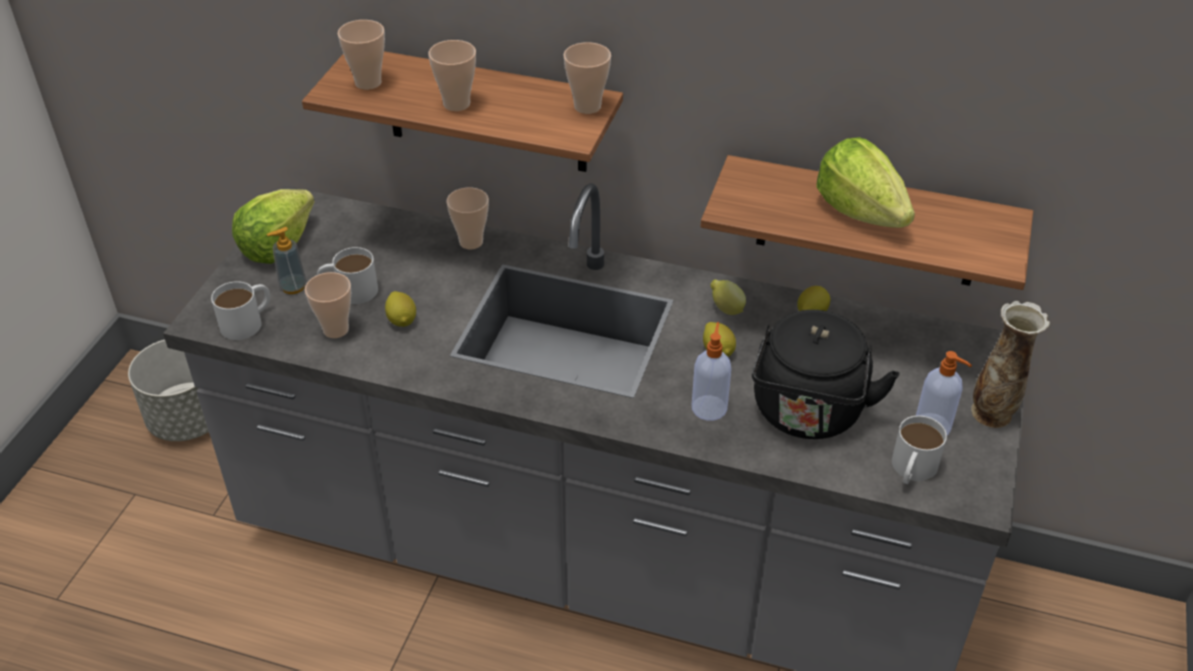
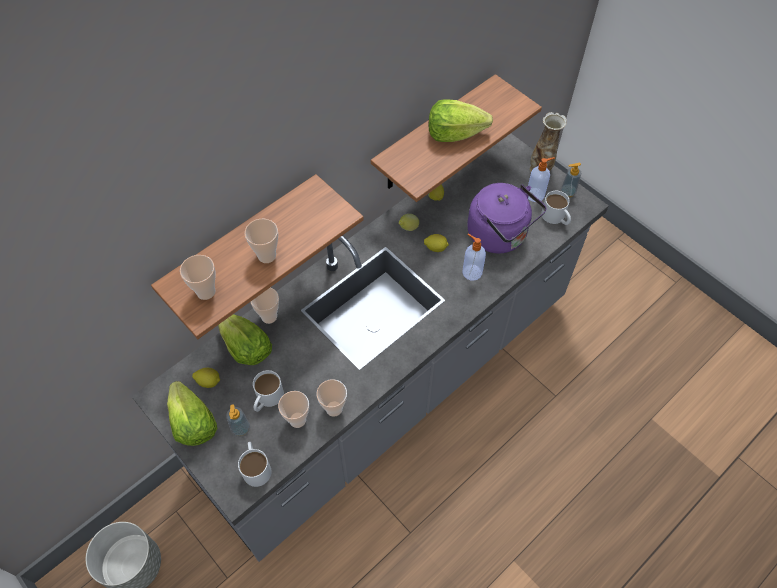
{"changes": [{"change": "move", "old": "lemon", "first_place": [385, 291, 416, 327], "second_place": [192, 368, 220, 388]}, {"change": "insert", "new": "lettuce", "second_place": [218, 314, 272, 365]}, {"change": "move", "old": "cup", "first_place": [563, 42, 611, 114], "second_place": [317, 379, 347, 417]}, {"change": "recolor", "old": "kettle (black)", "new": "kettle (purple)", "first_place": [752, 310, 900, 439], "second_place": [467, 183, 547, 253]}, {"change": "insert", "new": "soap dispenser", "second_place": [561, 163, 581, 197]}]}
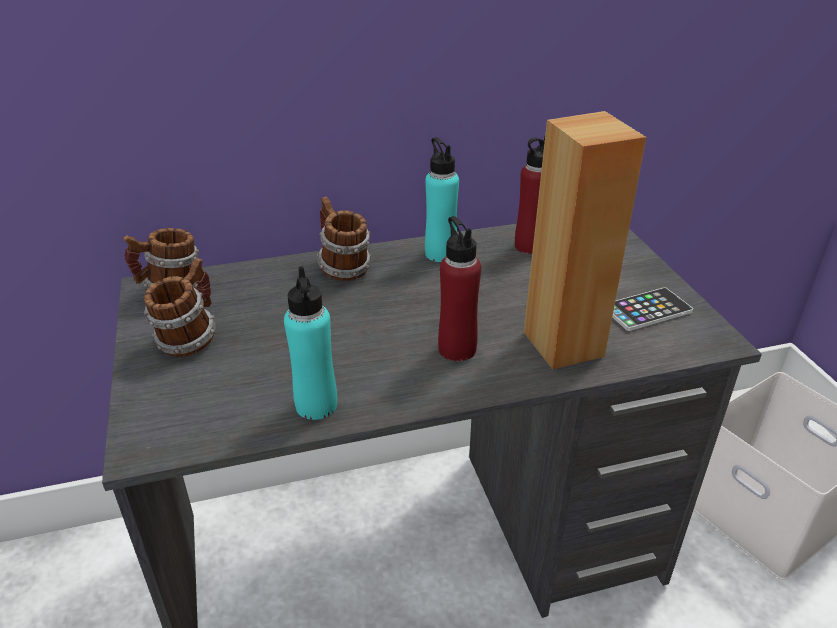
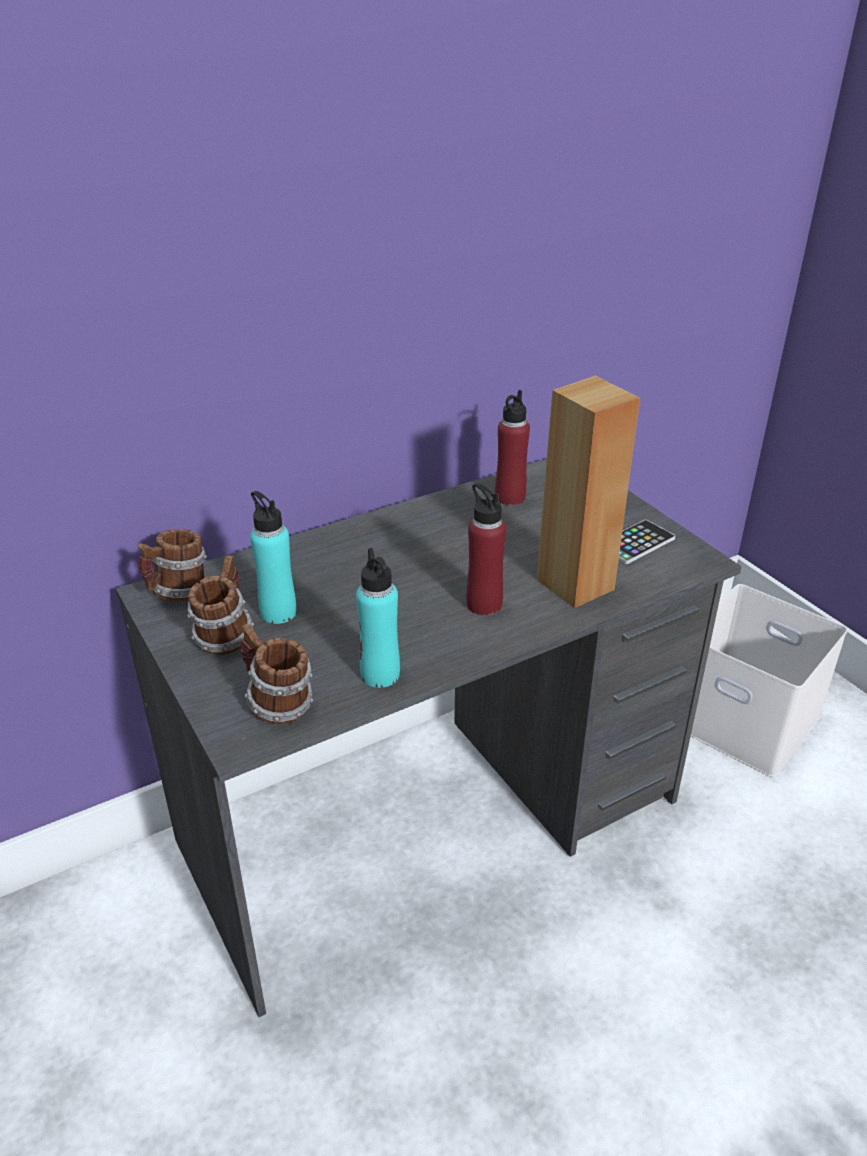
{"changes": [{"change": "move", "old": "mug", "first_place": [317, 197, 371, 281], "second_place": [240, 624, 313, 724]}, {"change": "move", "old": "bottle (turquoise)", "first_place": [425, 137, 459, 262], "second_place": [250, 491, 296, 624]}]}
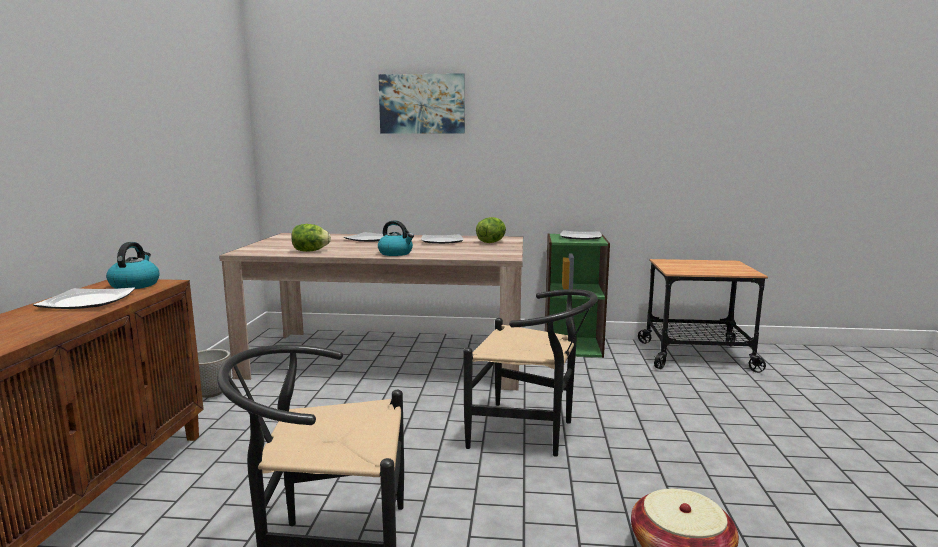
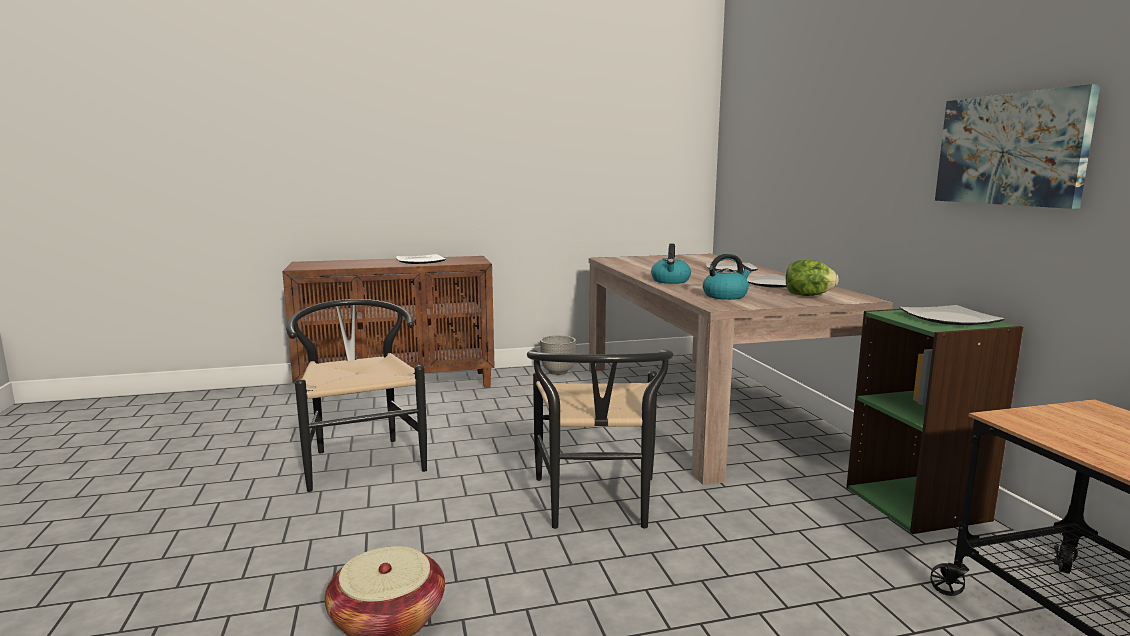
{"changes": [{"change": "move", "old": "kettle", "first_place": [106, 242, 160, 289], "second_place": [703, 254, 752, 300]}, {"change": "move", "old": "picture", "first_place": [378, 73, 465, 134], "second_place": [935, 84, 1100, 209]}, {"change": "delete", "old": "lettuce", "first_place": [292, 224, 331, 252]}]}
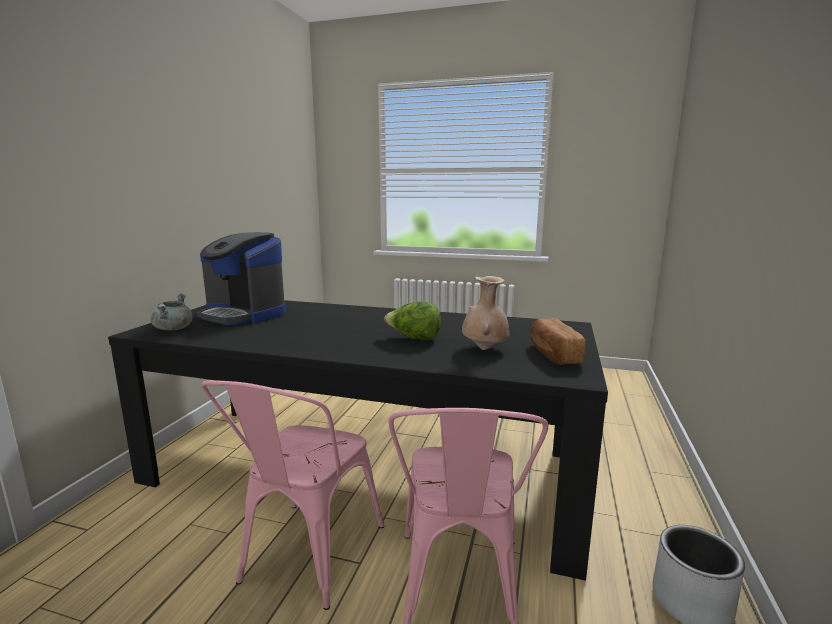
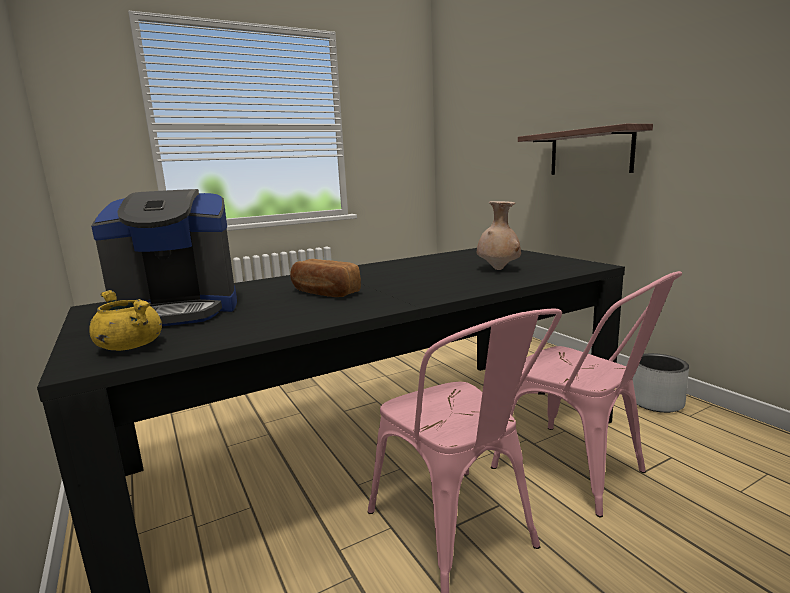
{"changes": [{"change": "recolor", "old": "cooking pot (grey)", "new": "cooking pot (yellow)", "first_place": [151, 293, 193, 330], "second_place": [90, 290, 162, 351]}, {"change": "move", "old": "bread", "first_place": [530, 318, 586, 365], "second_place": [290, 259, 361, 297]}, {"change": "insert", "new": "shelf", "second_place": [518, 124, 653, 175]}, {"change": "delete", "old": "lettuce", "first_place": [384, 301, 441, 340]}]}
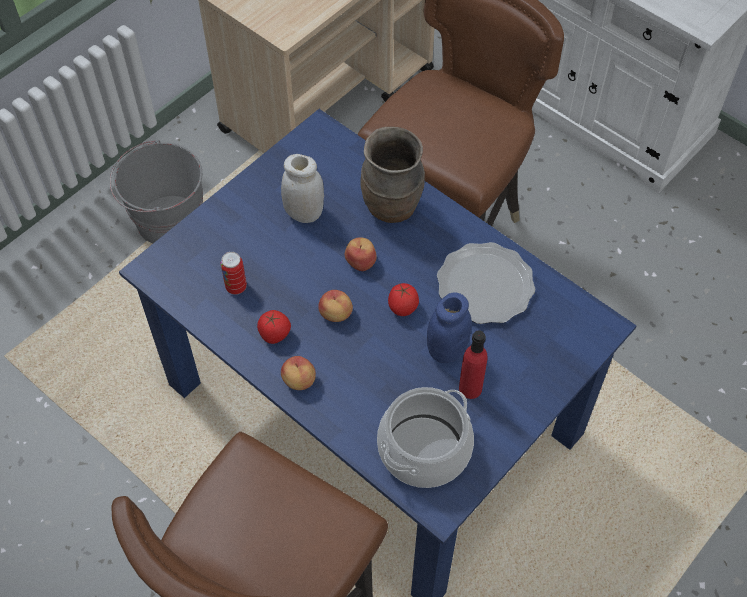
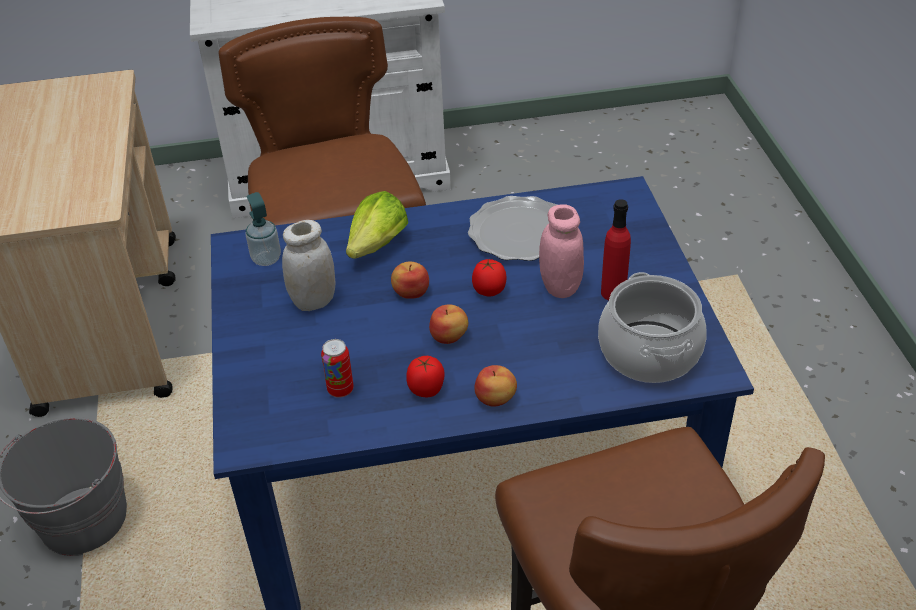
{"changes": [{"change": "insert", "new": "soap dispenser", "second_place": [245, 192, 281, 266]}, {"change": "replace", "old": "vase (brown)", "new": "lettuce", "first_place": [361, 127, 425, 223], "second_place": [346, 191, 408, 259]}, {"change": "recolor", "old": "jar (blue)", "new": "jar (pink)", "first_place": [427, 292, 472, 363], "second_place": [539, 204, 584, 298]}]}
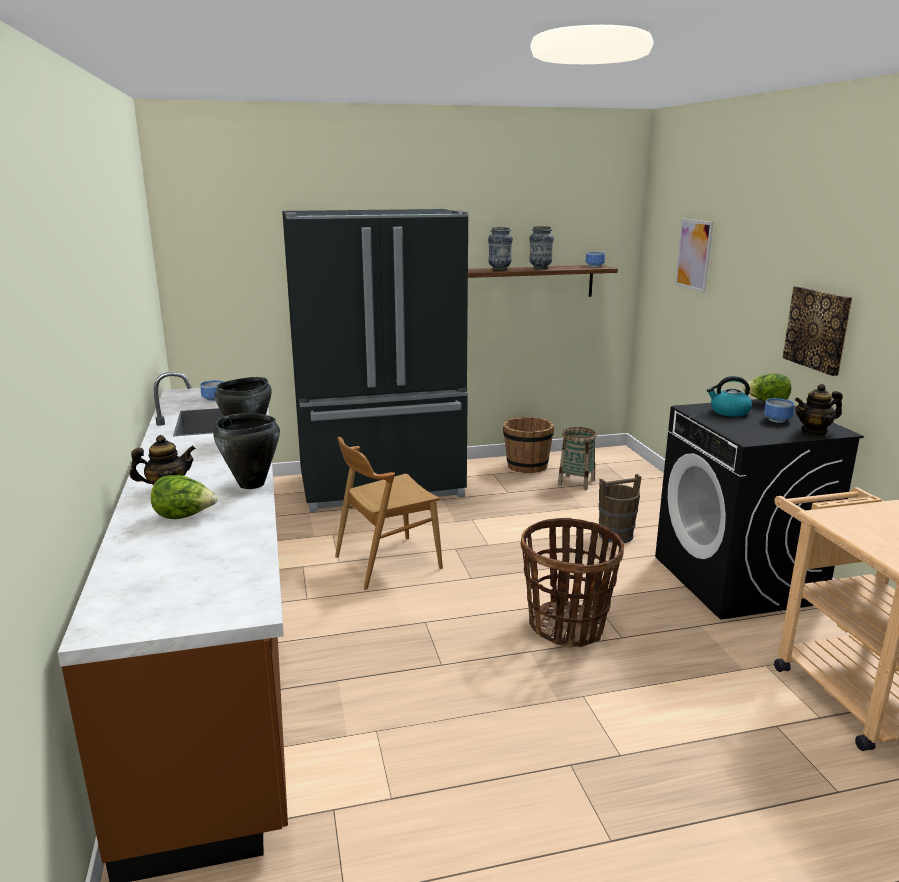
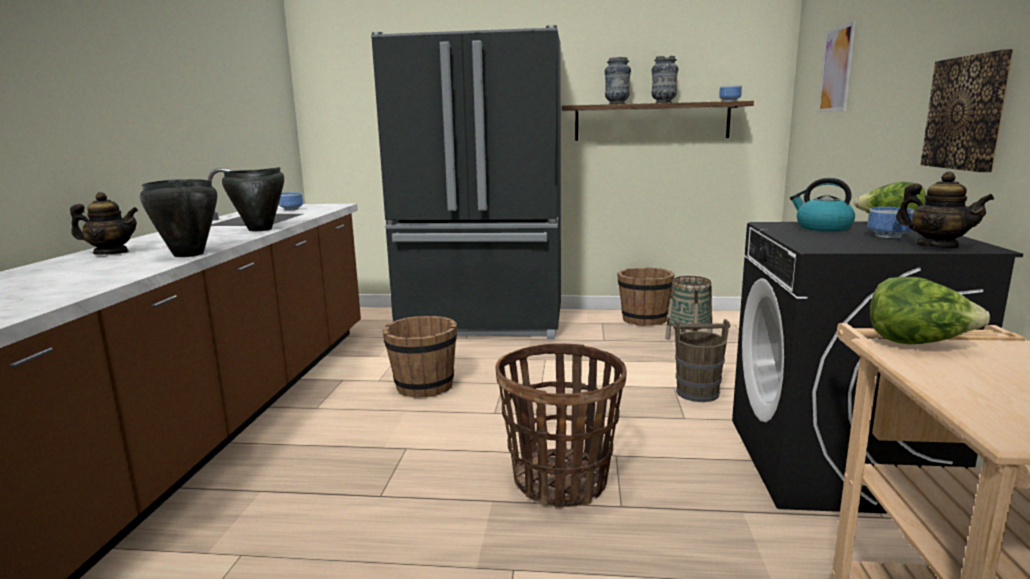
{"changes": [{"change": "replace", "old": "chair (brown)", "new": "bucket (brown)", "first_place": [335, 437, 443, 590], "second_place": [382, 316, 457, 398]}, {"change": "move", "old": "lettuce", "first_place": [151, 475, 218, 519], "second_place": [870, 277, 990, 345]}, {"change": "rotate", "old": "teapot", "first_place": [795, 384, 843, 436], "second_place": [896, 172, 994, 249], "degrees": -135}]}
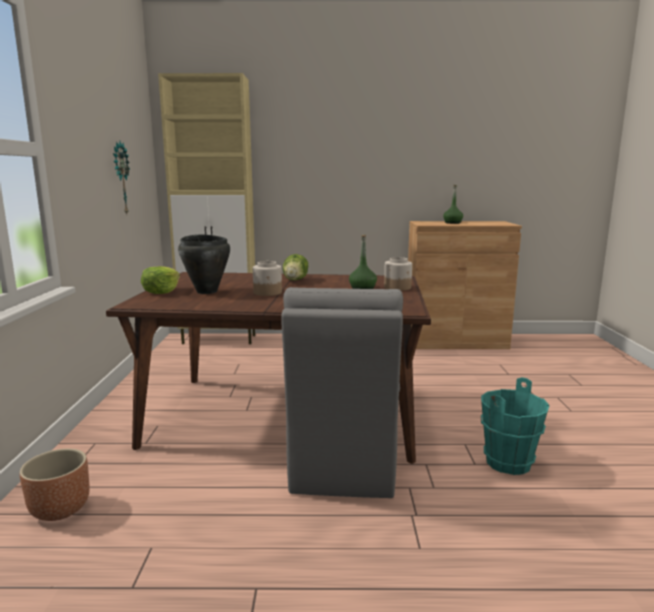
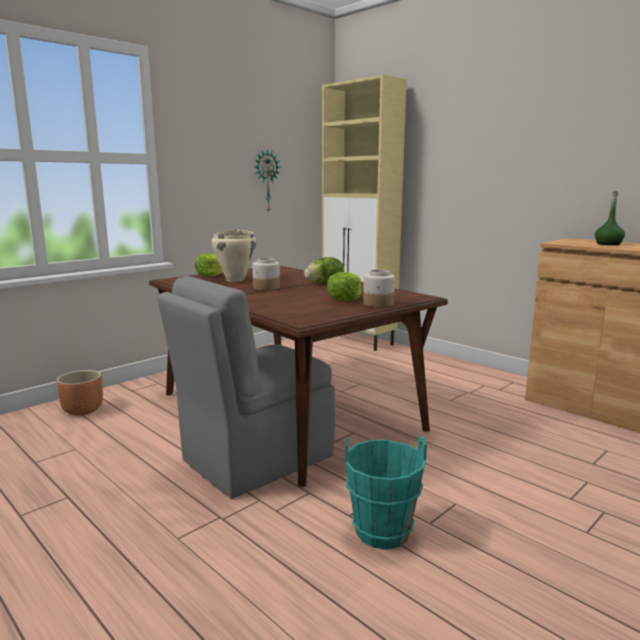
{"changes": [{"change": "recolor", "old": "cooking pot (black)", "new": "cooking pot (beige)", "first_place": [178, 235, 230, 294], "second_place": [212, 229, 256, 282]}, {"change": "replace", "old": "bottle (green)", "new": "lettuce", "first_place": [349, 235, 377, 289], "second_place": [327, 272, 362, 301]}]}
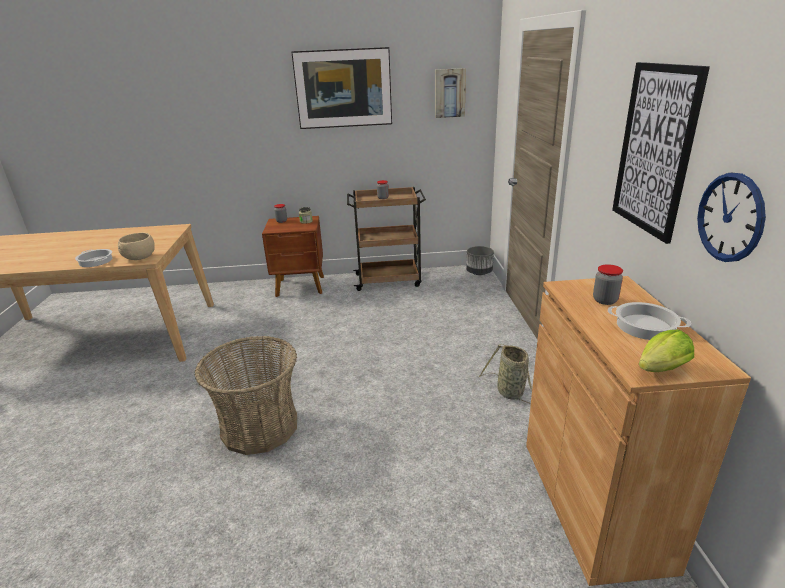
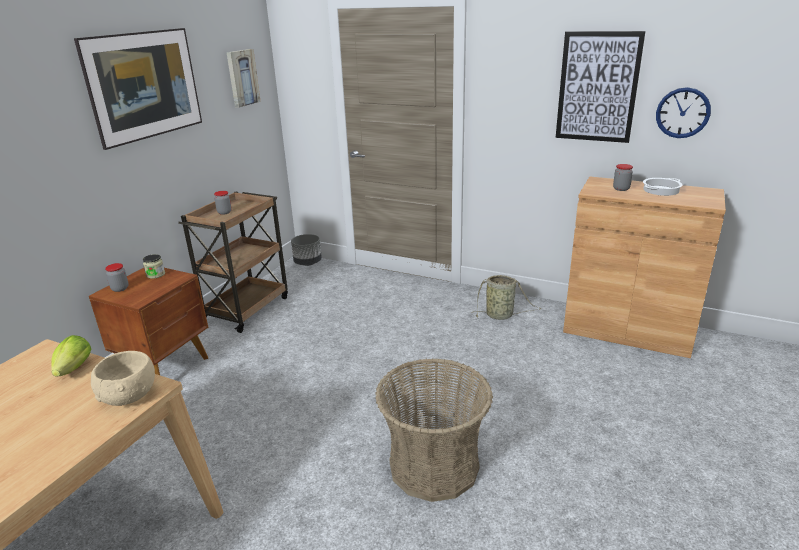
{"changes": [{"change": "move", "old": "lettuce", "first_place": [639, 330, 694, 372], "second_place": [51, 335, 92, 376]}, {"change": "delete", "old": "cooking pot", "first_place": [75, 249, 112, 267]}]}
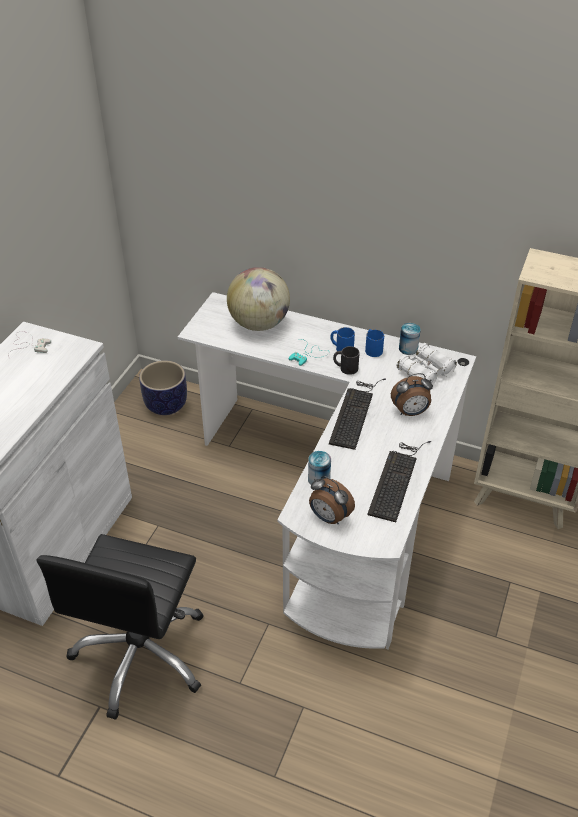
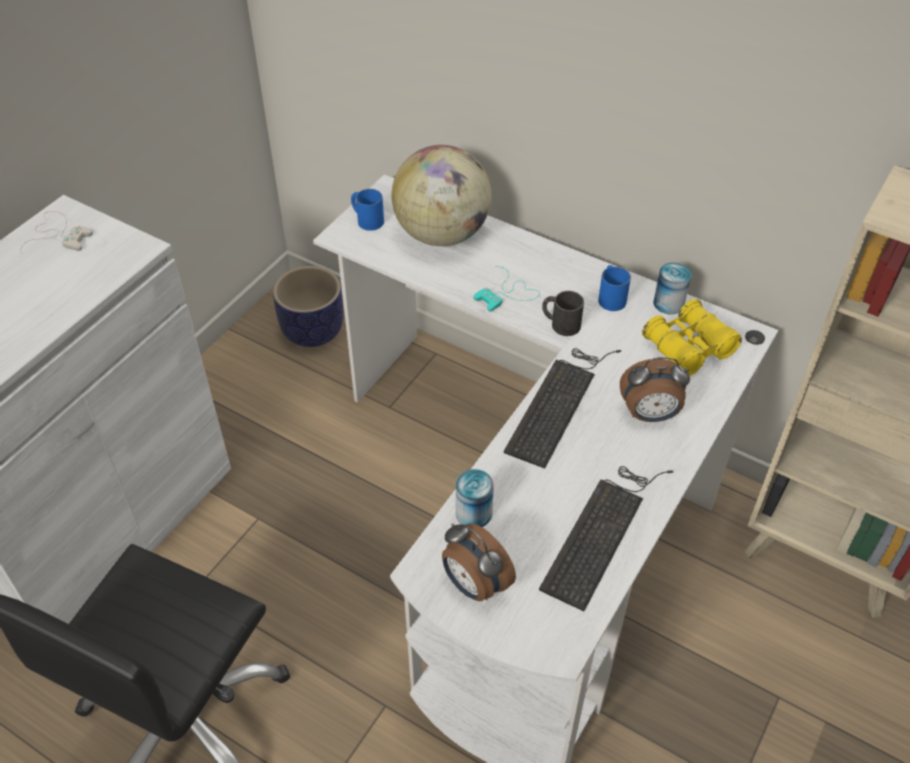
{"changes": [{"change": "move", "old": "mug (blue)", "first_place": [330, 327, 355, 351], "second_place": [351, 189, 384, 231]}, {"change": "recolor", "old": "binoculars (white)", "new": "binoculars (yellow)", "first_place": [397, 343, 457, 385], "second_place": [642, 299, 742, 376]}]}
